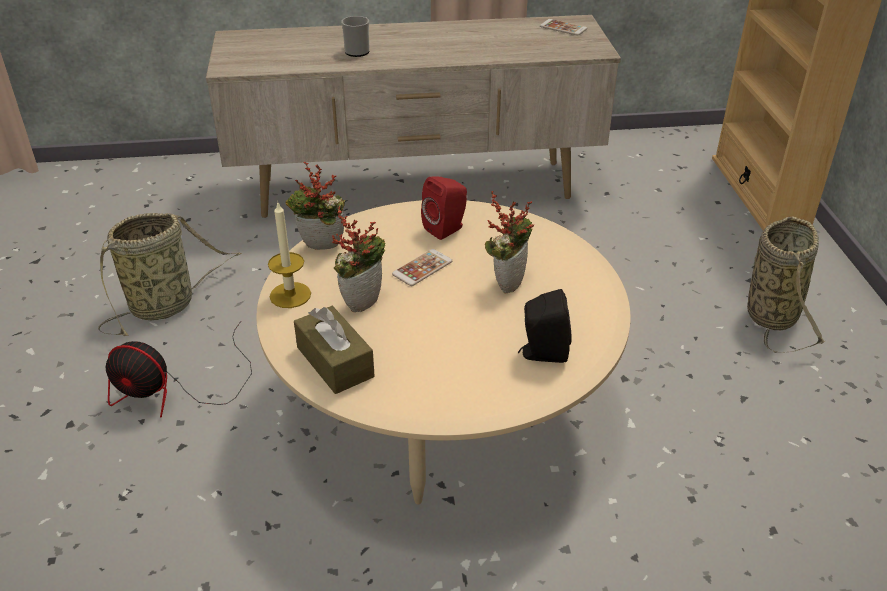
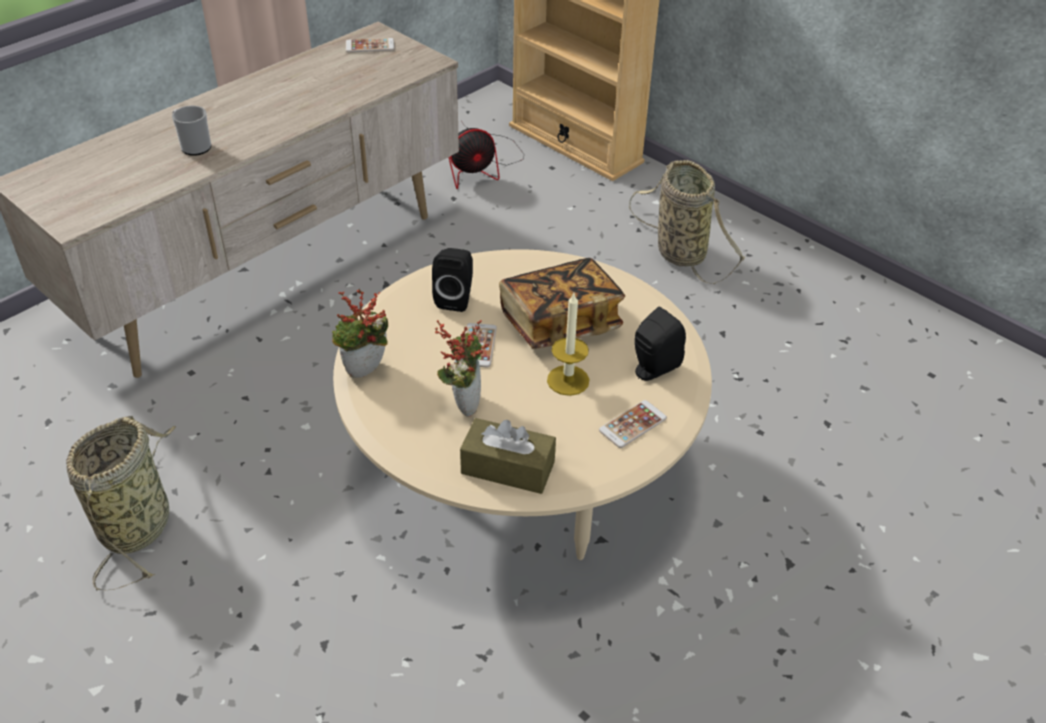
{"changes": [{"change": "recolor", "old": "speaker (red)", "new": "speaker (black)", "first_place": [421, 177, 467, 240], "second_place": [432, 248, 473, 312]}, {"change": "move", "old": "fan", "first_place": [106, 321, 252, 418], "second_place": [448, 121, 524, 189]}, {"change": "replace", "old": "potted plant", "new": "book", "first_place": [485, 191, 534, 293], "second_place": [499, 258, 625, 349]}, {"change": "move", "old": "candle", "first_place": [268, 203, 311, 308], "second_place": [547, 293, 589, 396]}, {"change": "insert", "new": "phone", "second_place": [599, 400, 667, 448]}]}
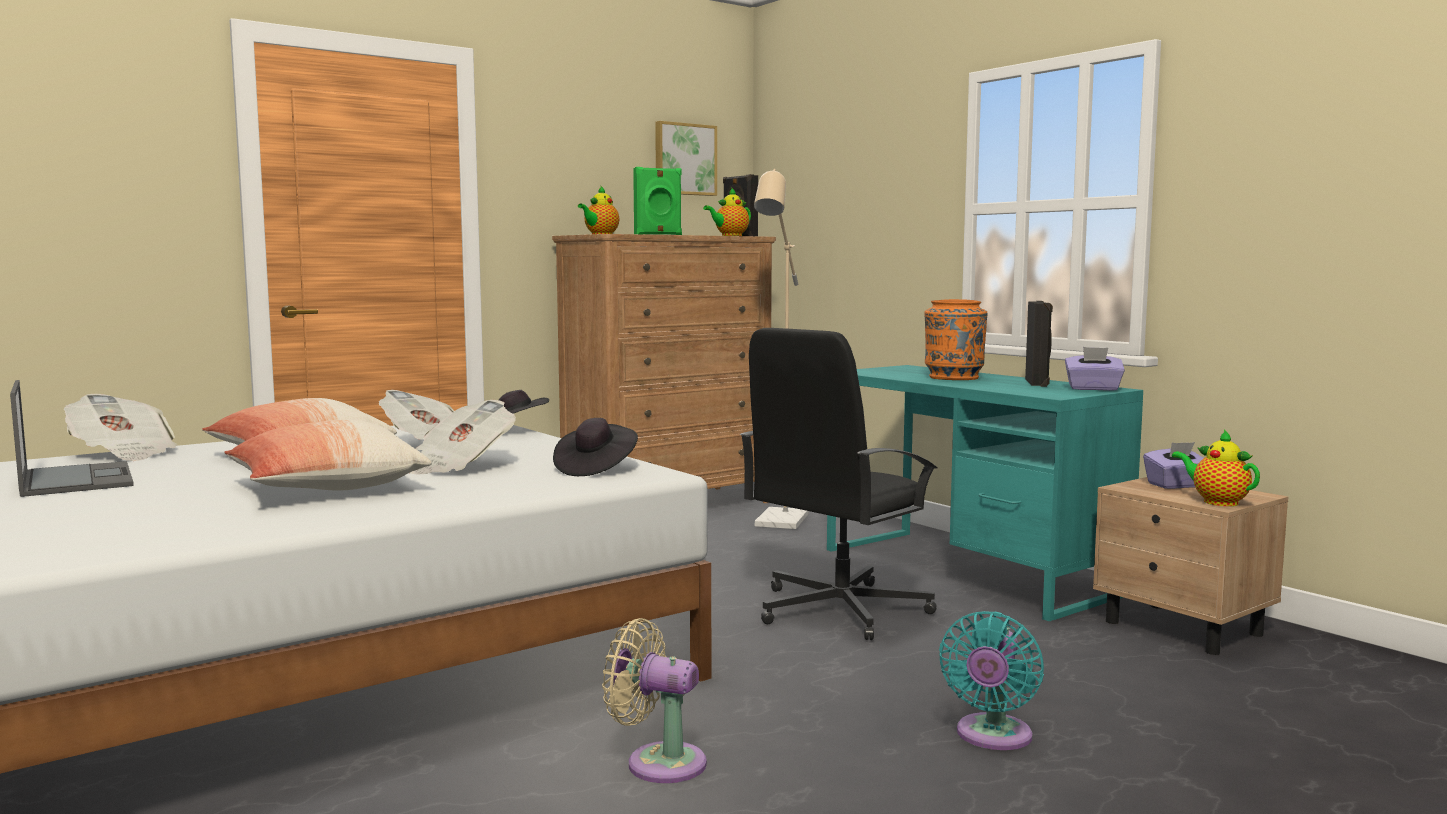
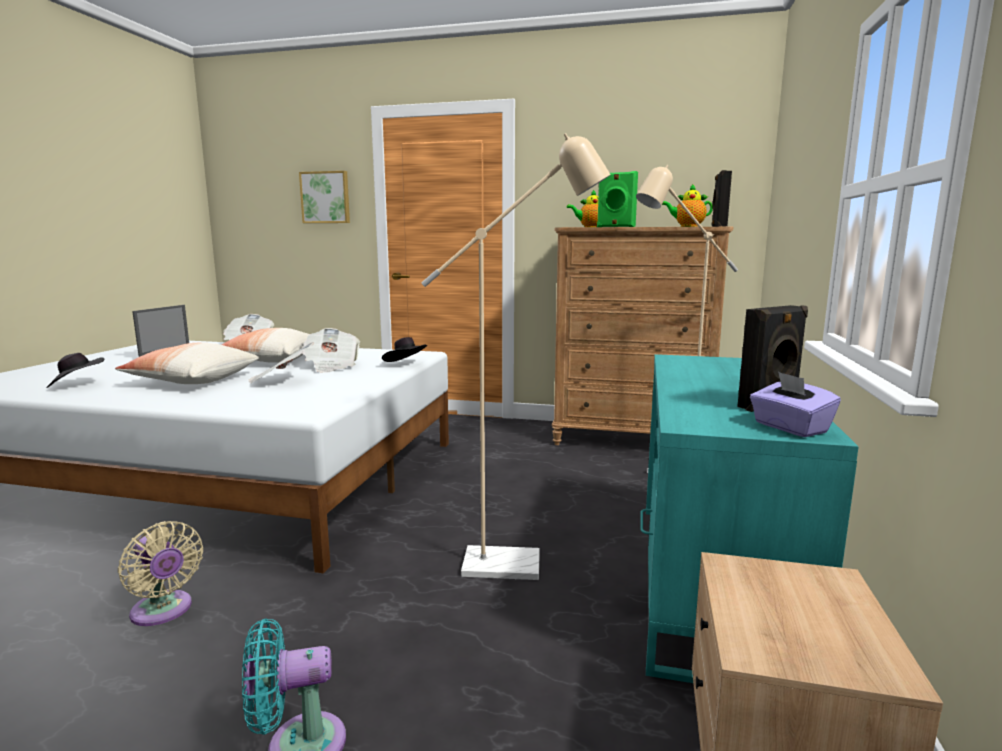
{"changes": [{"change": "move", "old": "hat (black)", "first_place": [553, 418, 638, 476], "second_place": [46, 353, 104, 388]}, {"change": "rotate", "old": "fan (beige)", "first_place": [602, 618, 707, 783], "second_place": [118, 521, 203, 626], "degrees": 150}, {"change": "move", "old": "picture", "first_place": [655, 121, 717, 196], "second_place": [299, 171, 350, 223]}, {"change": "replace", "old": "office chair (black)", "new": "floor lamp (beige)", "first_place": [740, 328, 937, 640], "second_place": [421, 133, 610, 580]}, {"change": "delete", "old": "vase (orange)", "first_place": [924, 299, 987, 380]}, {"change": "delete", "old": "tissue box (purple)", "first_place": [1143, 442, 1204, 489]}, {"change": "delete", "old": "teapot", "first_place": [1172, 430, 1260, 506]}]}
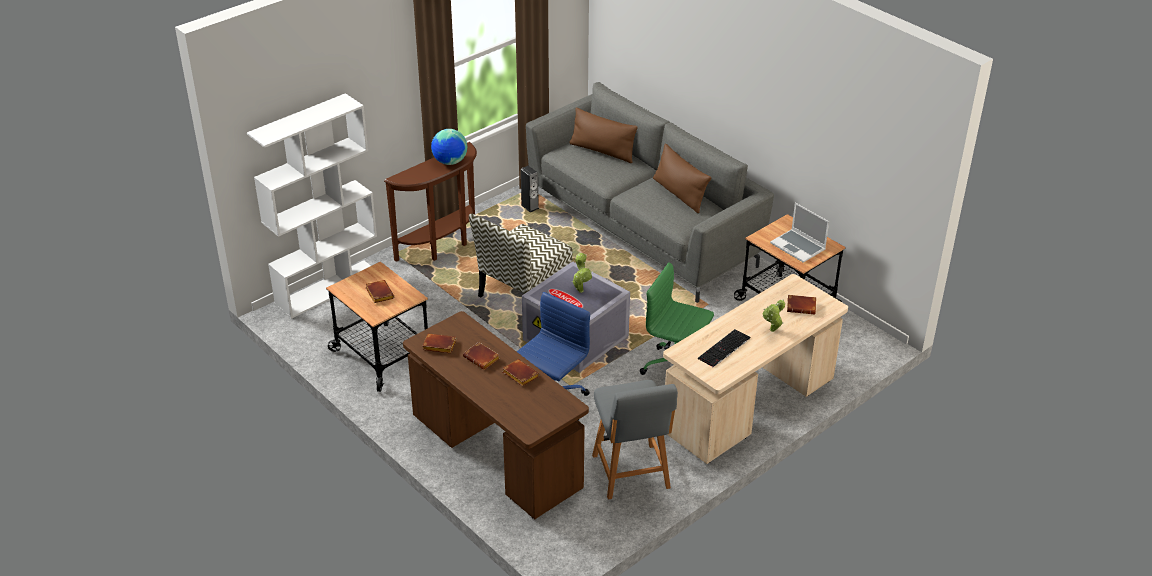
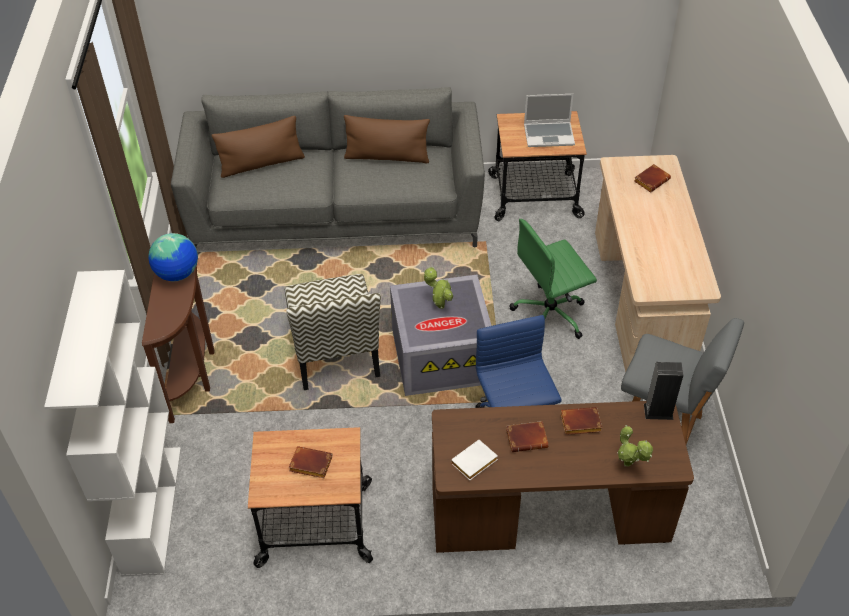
{"changes": [{"change": "recolor", "old": "book (brown)", "new": "book (white)", "first_place": [422, 333, 456, 353], "second_place": [451, 440, 498, 480]}, {"change": "move", "old": "potted plant", "first_place": [762, 299, 785, 332], "second_place": [617, 425, 653, 467]}, {"change": "move", "old": "speaker", "first_place": [521, 166, 539, 212], "second_place": [644, 362, 683, 420]}, {"change": "delete", "old": "keyboard", "first_place": [698, 329, 750, 367]}]}
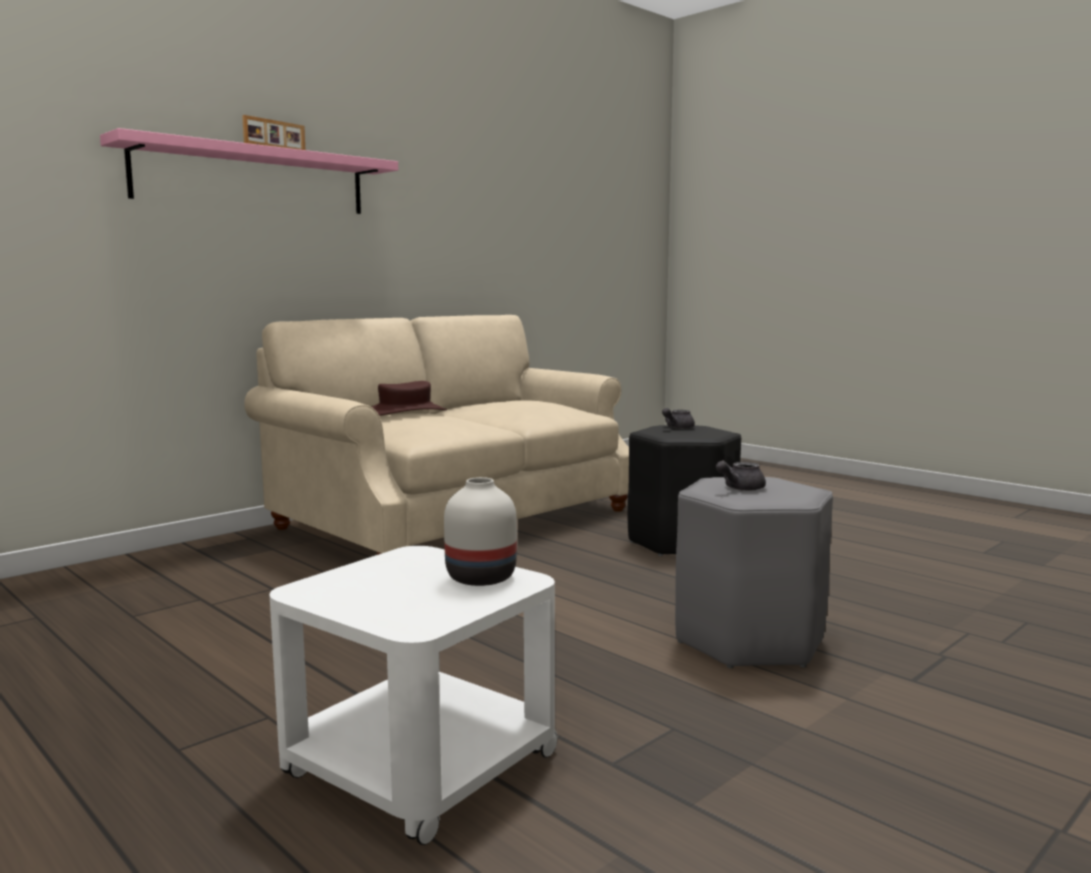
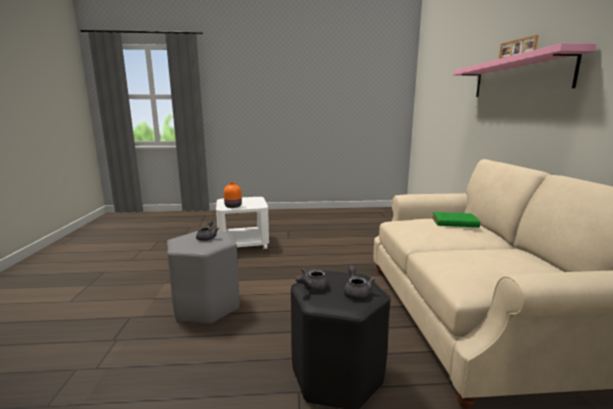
{"changes": [{"change": "recolor", "old": "vase (white)", "new": "vase (orange)", "first_place": [444, 477, 517, 586], "second_place": [224, 182, 242, 208]}, {"change": "insert", "new": "teapot (grey)", "second_place": [296, 268, 329, 292]}, {"change": "replace", "old": "hat (brown)", "new": "book (green)", "first_place": [371, 381, 447, 416], "second_place": [432, 212, 480, 227]}]}
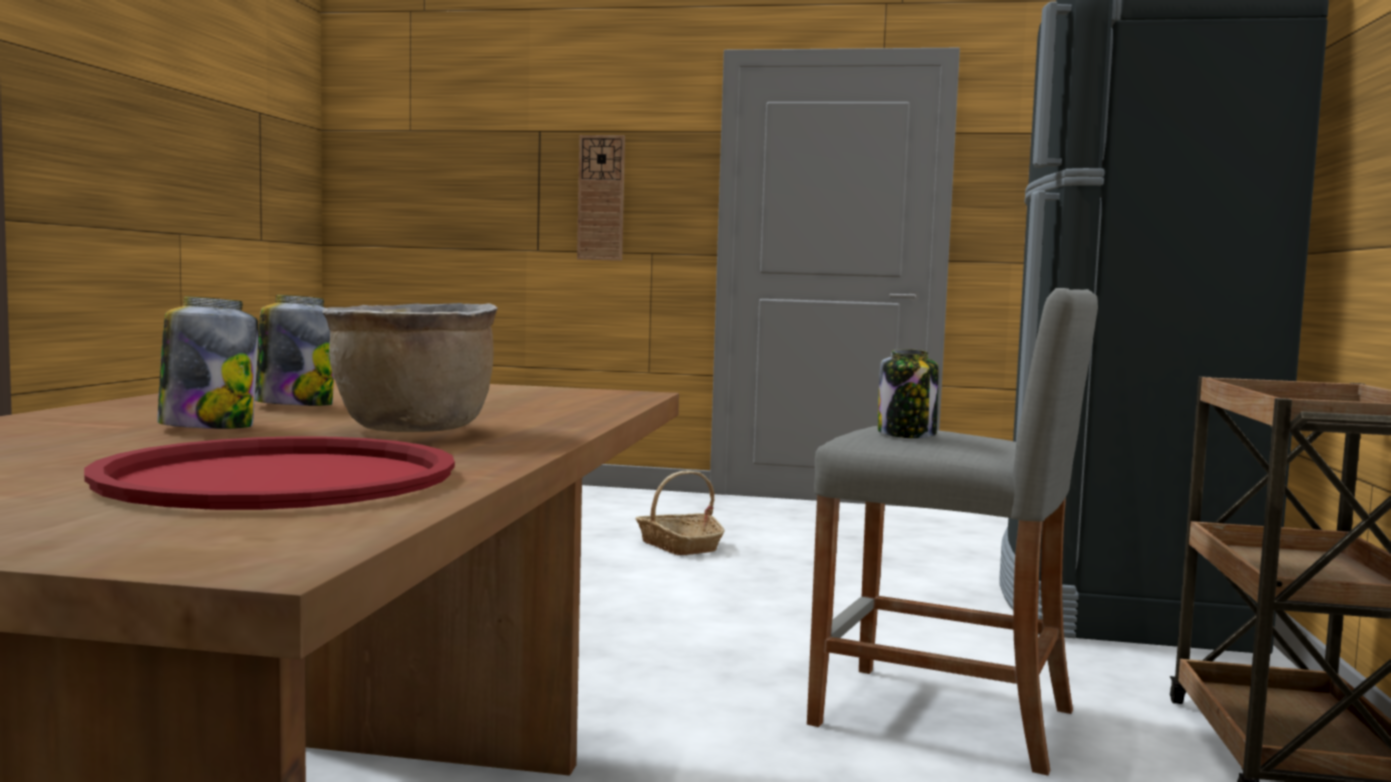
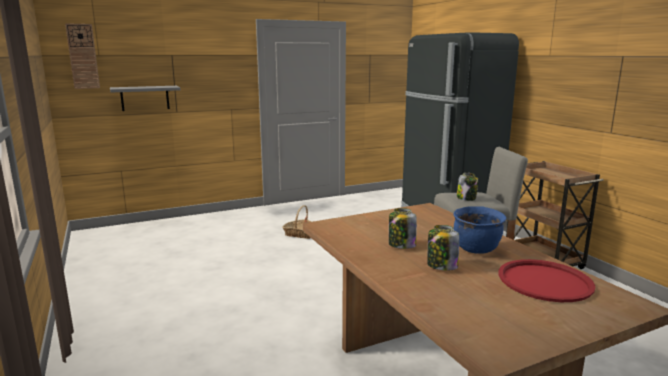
{"changes": [{"change": "move", "old": "wall clock", "first_place": [577, 135, 625, 261], "second_place": [65, 23, 100, 89]}, {"change": "insert", "new": "shelf (grey)", "second_place": [110, 86, 180, 111]}, {"change": "recolor", "old": "cooking pot (brown)", "new": "cooking pot (blue)", "first_place": [322, 303, 498, 432], "second_place": [453, 206, 507, 254]}]}
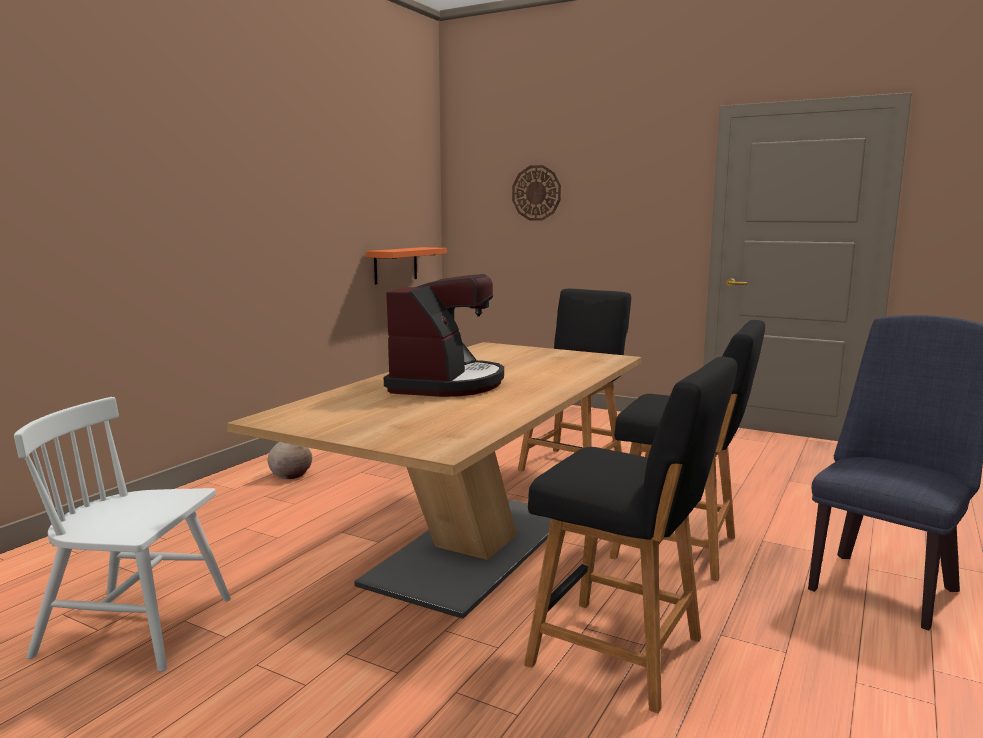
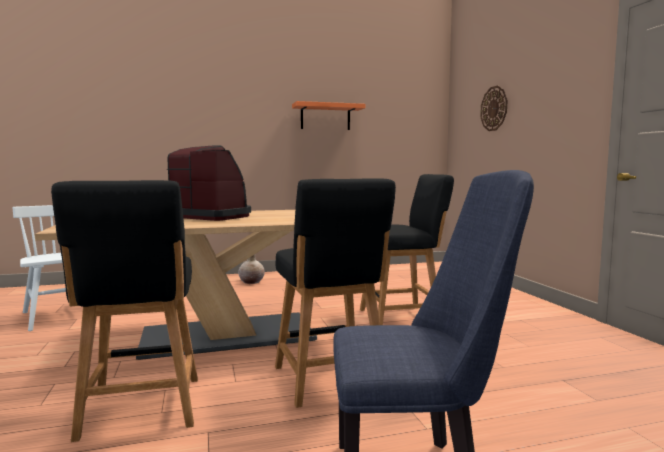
{"changes": [{"change": "rotate", "old": "coffee machine", "first_place": [384, 274, 504, 397], "second_place": [167, 145, 251, 221], "degrees": -120}, {"change": "move", "old": "shelf (orange)", "first_place": [366, 247, 447, 284], "second_place": [292, 101, 365, 130]}]}
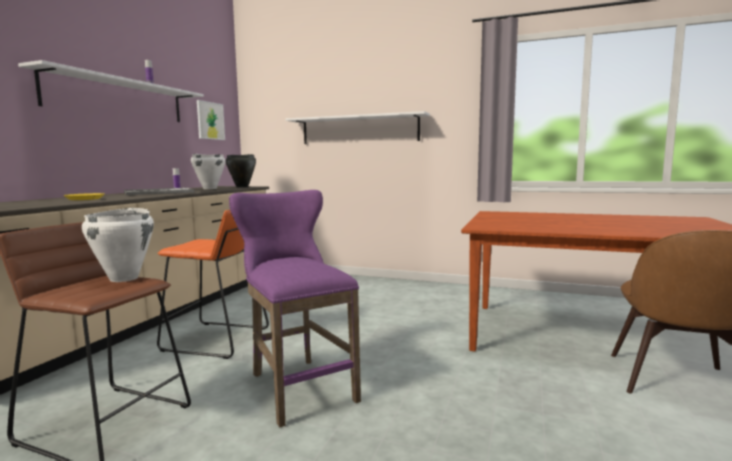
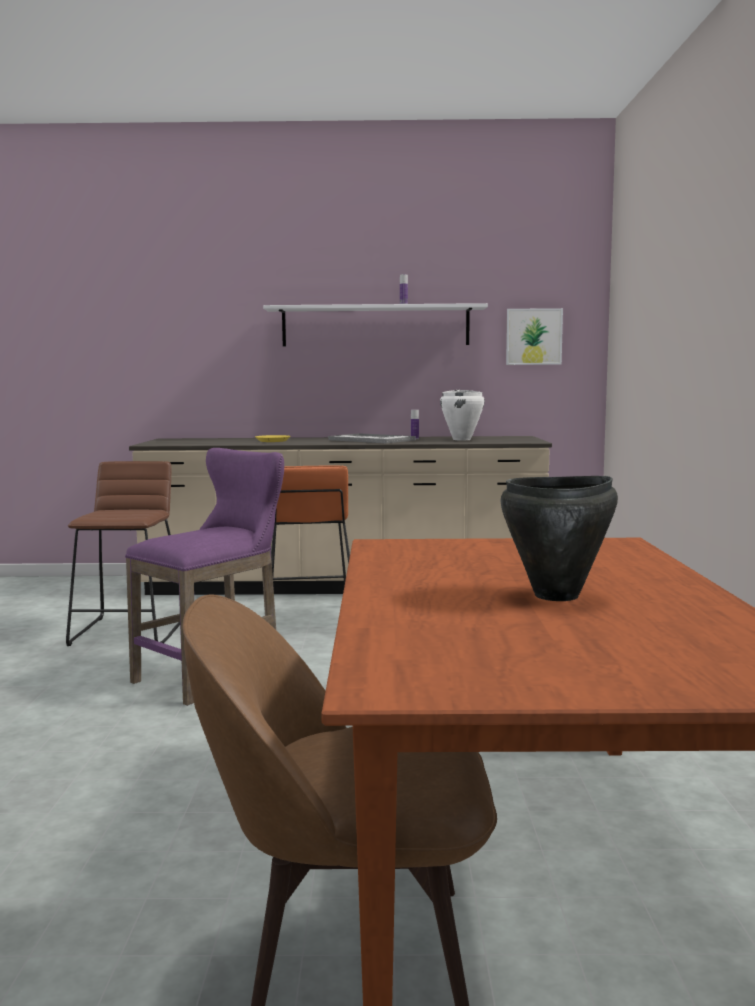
{"changes": [{"change": "move", "old": "cooking pot (black)", "first_place": [226, 154, 256, 187], "second_place": [500, 476, 618, 601]}, {"change": "delete", "old": "cooking pot (white)", "first_place": [82, 208, 154, 282]}, {"change": "delete", "old": "shelf (white)", "first_place": [286, 111, 430, 144]}]}
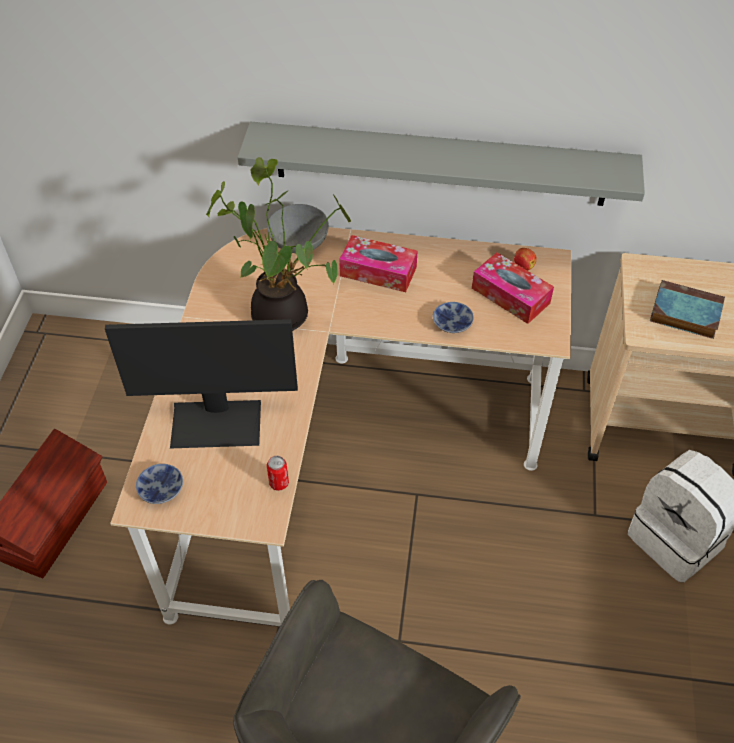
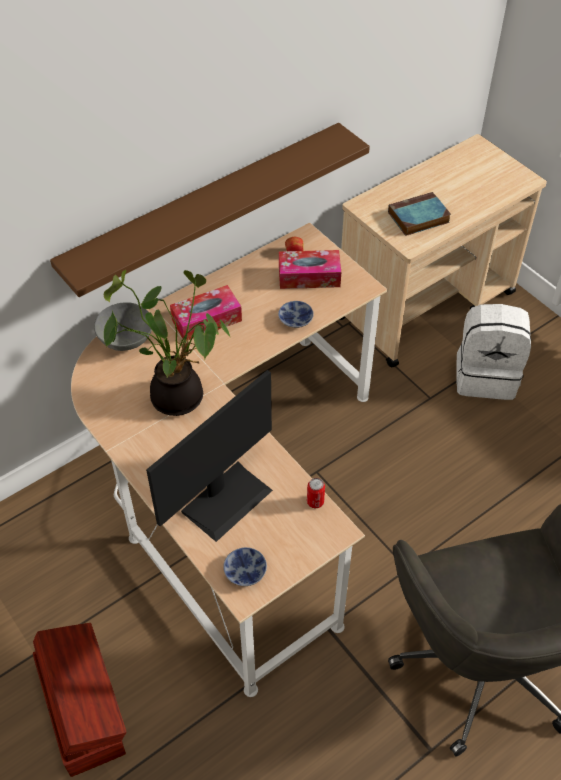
{"changes": [{"change": "recolor", "old": "shelf (grey)", "new": "shelf (brown)", "first_place": [238, 122, 645, 206], "second_place": [50, 123, 370, 297]}]}
